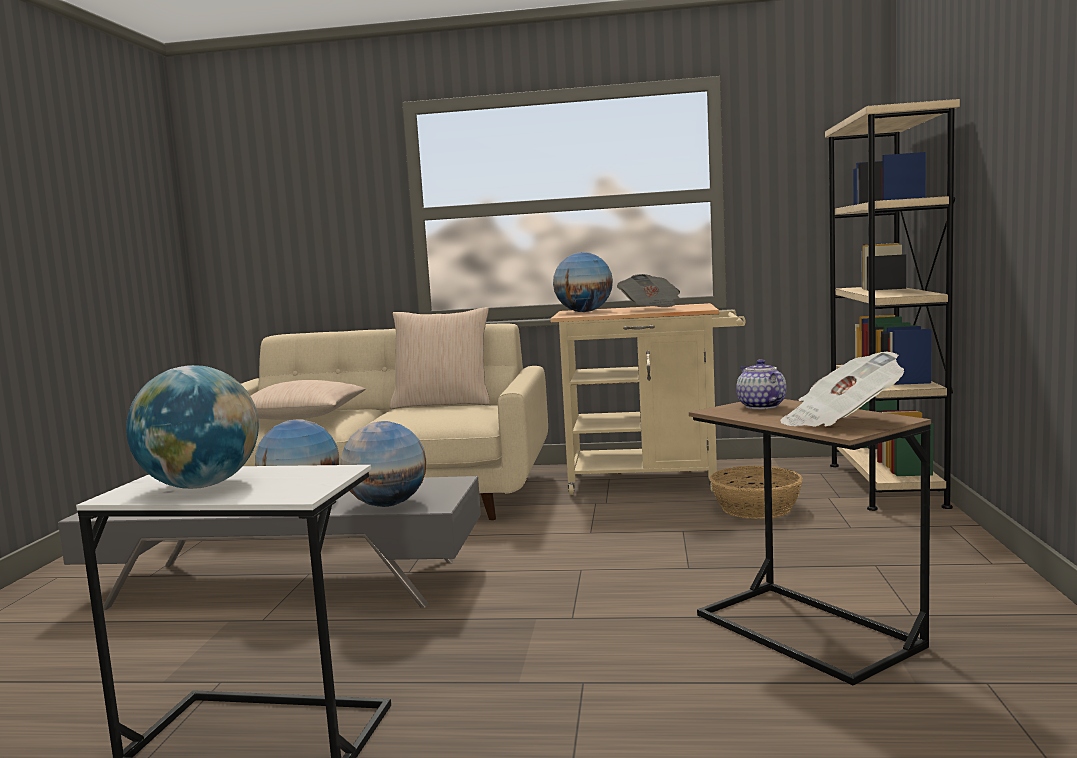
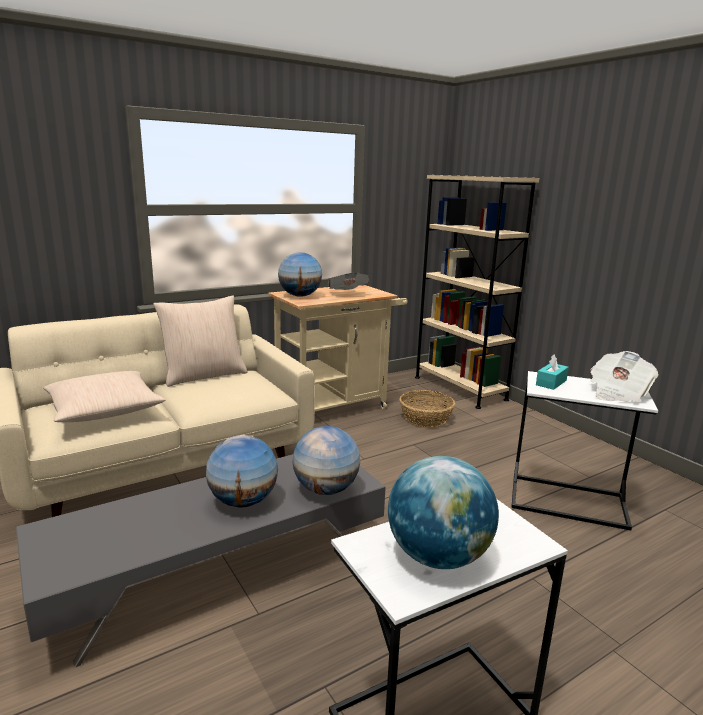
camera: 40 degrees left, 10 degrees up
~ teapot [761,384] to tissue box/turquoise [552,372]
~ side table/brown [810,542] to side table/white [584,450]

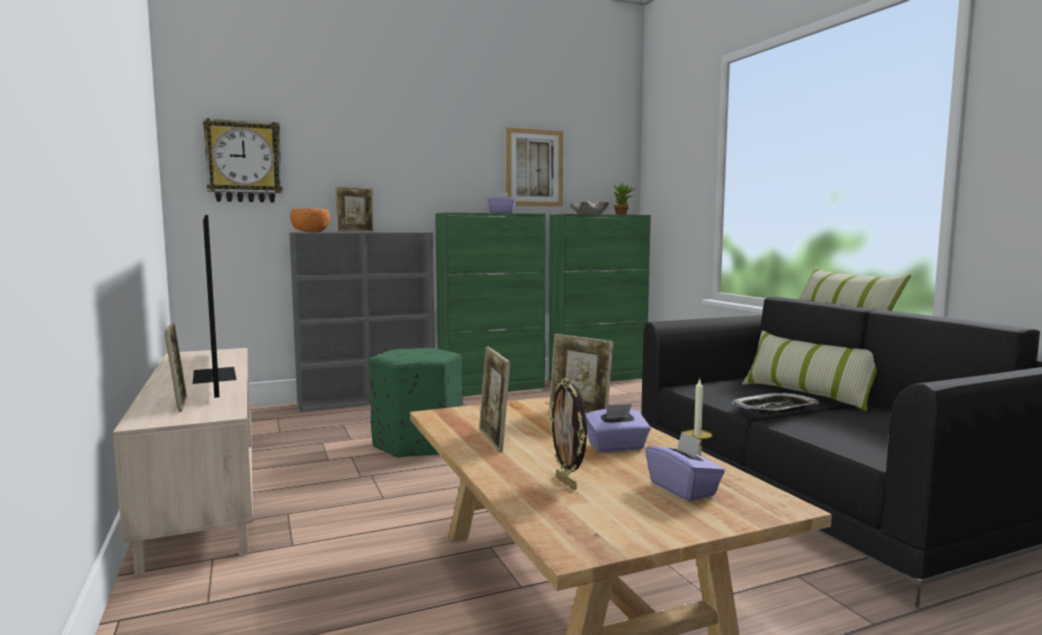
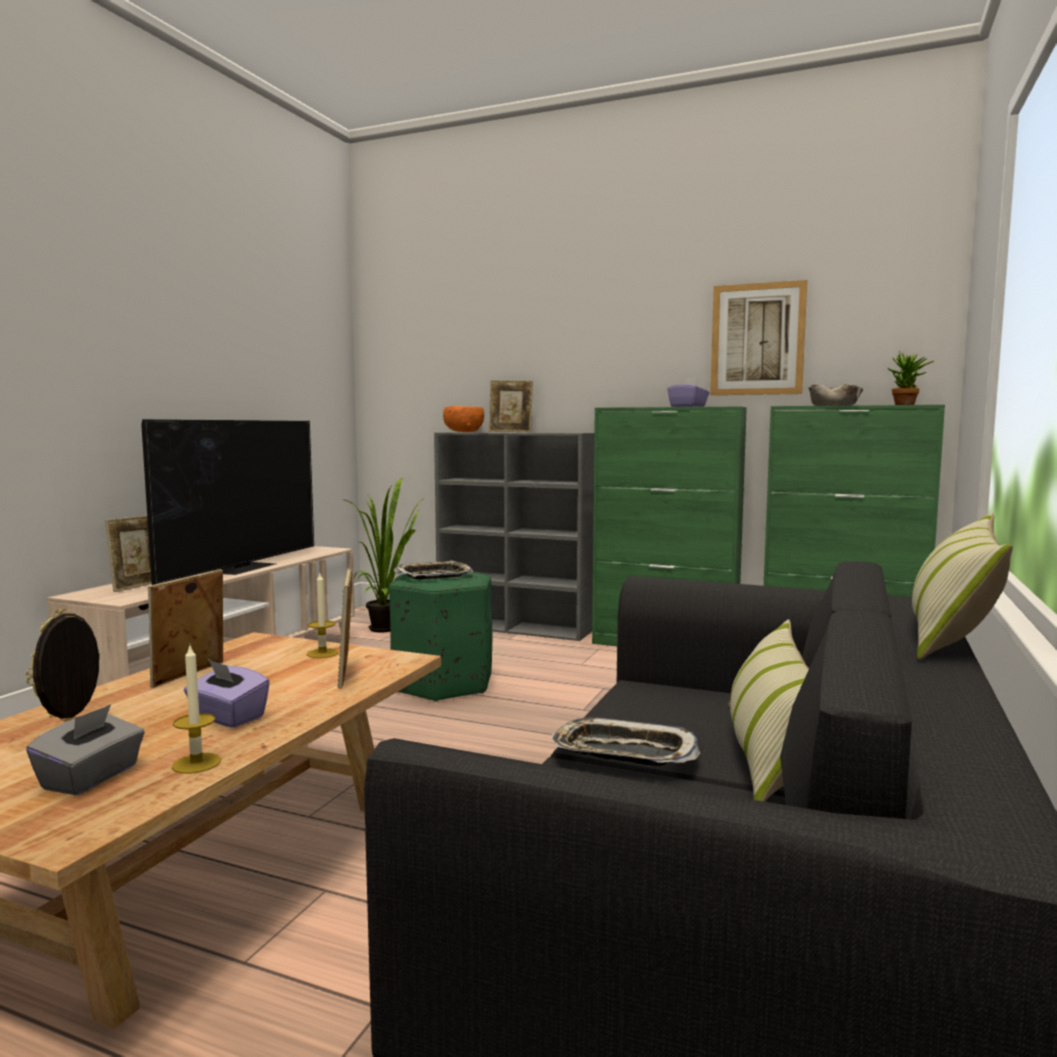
camera: 45 degrees right, 0 degrees up
- wall clock [243,160]
~ tissue box/purple [685,467] to tissue box/grey [85,749]
+ potted plant [383,555]
+ tray [433,570]
+ candle [322,615]

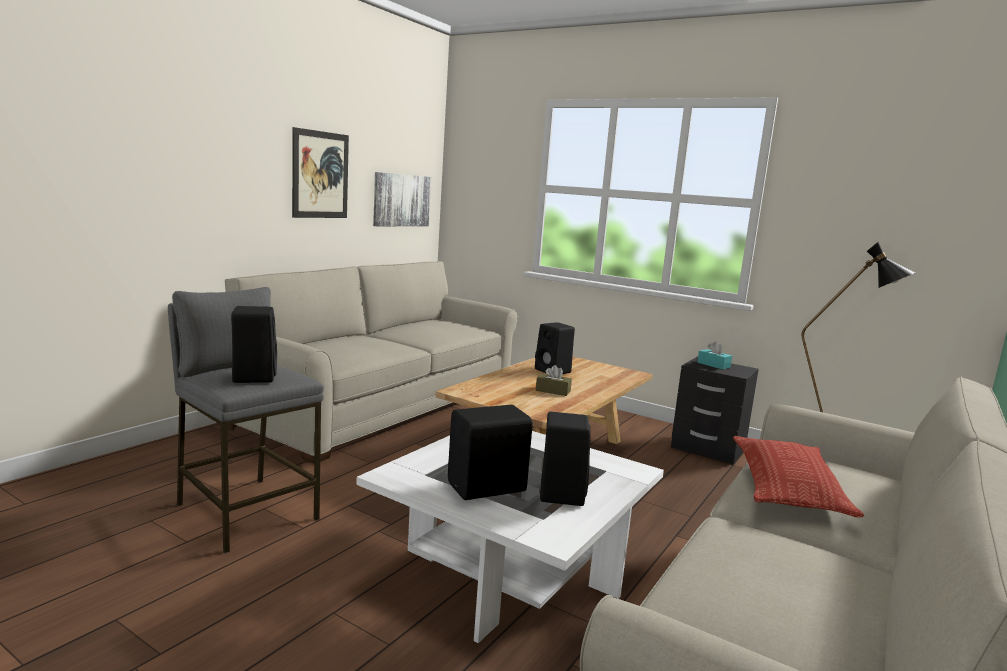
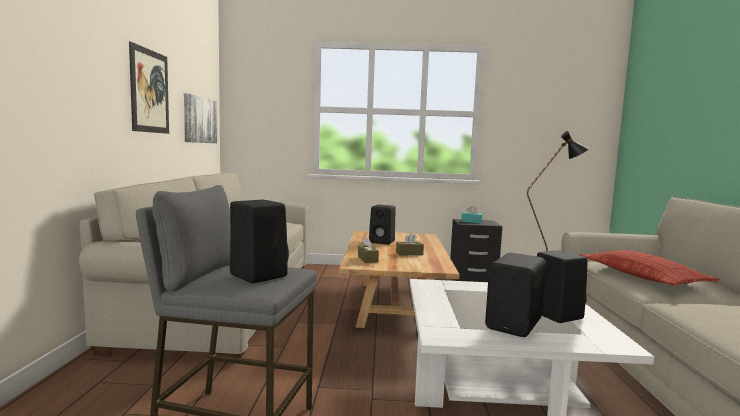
camera: 30 degrees left, 5 degrees down
+ tissue box/brown [368,250]

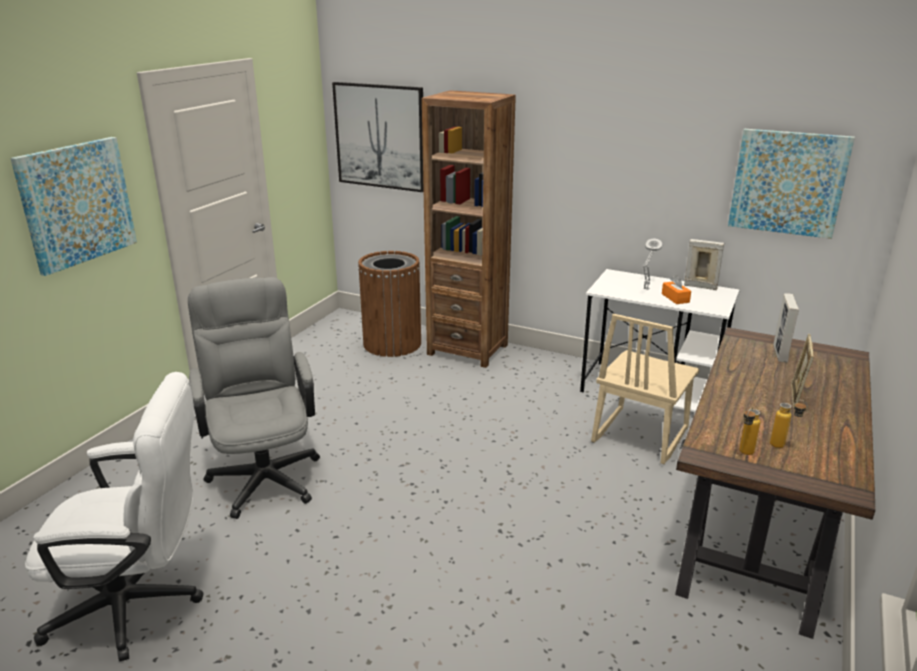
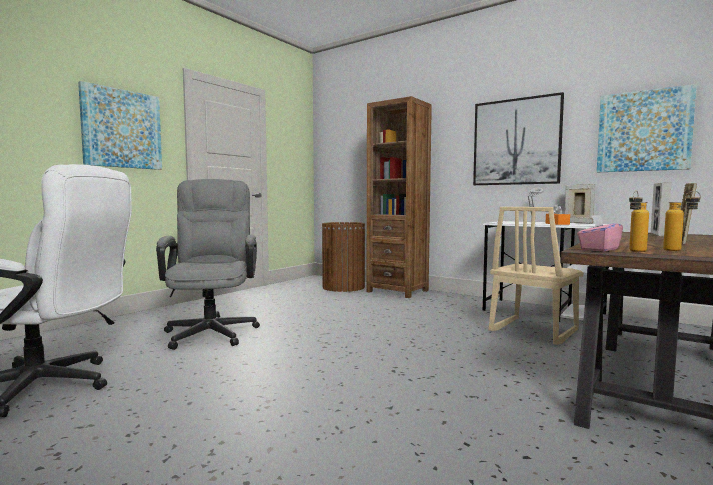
camera: 10 degrees right, 20 degrees down
~ picture [378,137] to [518,138]
+ tissue box/pink [600,233]

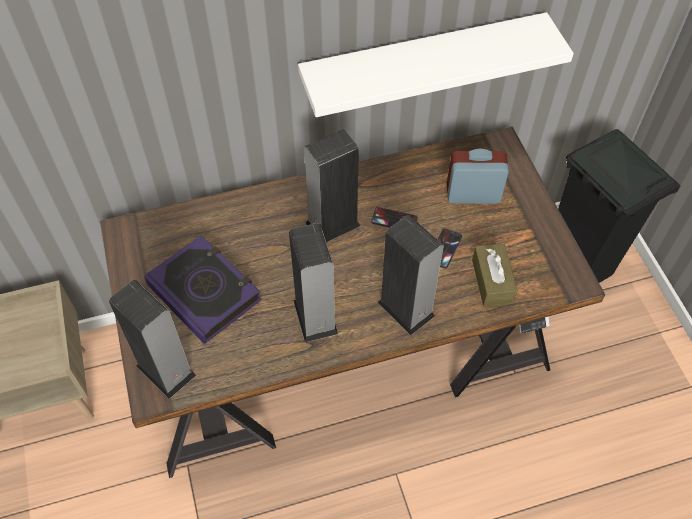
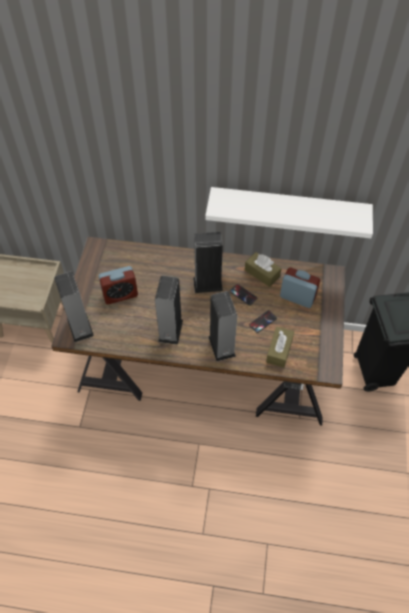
camera: 25 degrees right, 0 degrees up
~ book [203,289] to alarm clock [118,285]
+ tissue box/brown [263,269]

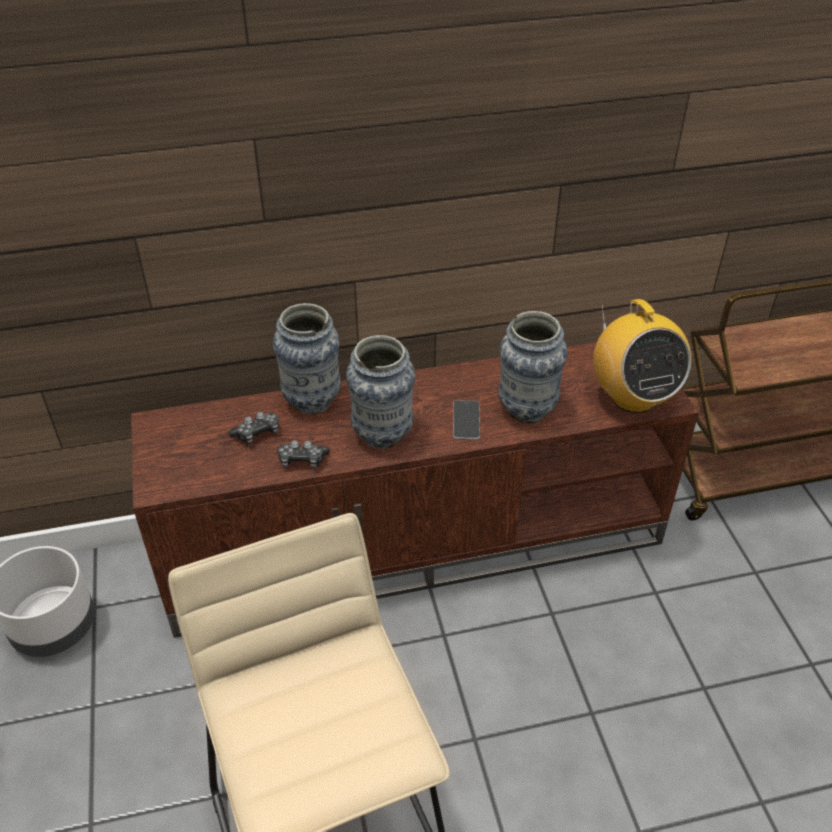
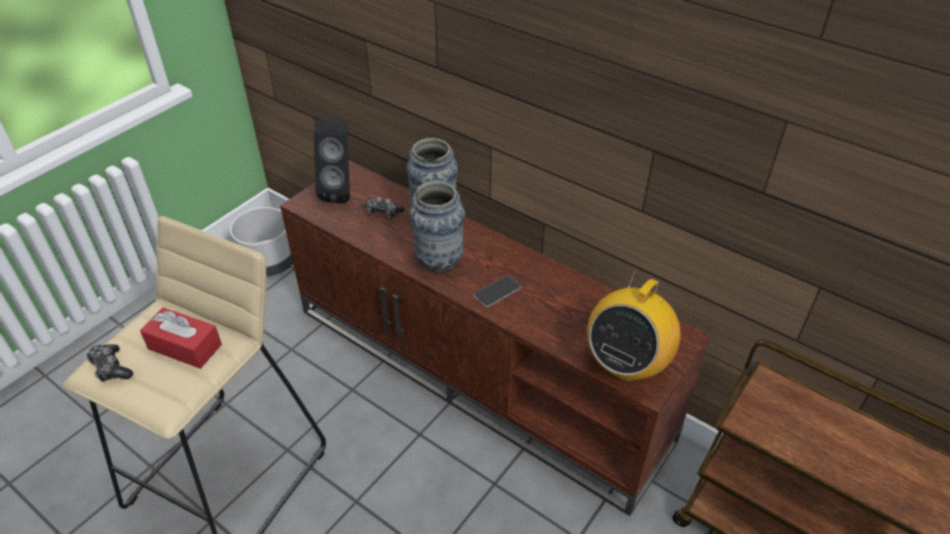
camera: 50 degrees right, 0 degrees up
- vase [532,367]
~ game controller [303,454] to [109,363]
+ speaker/black [332,161]
+ tissue box/red [181,338]

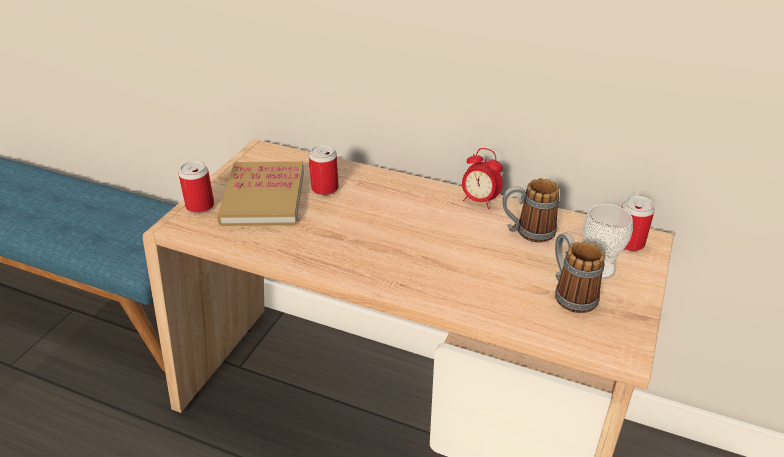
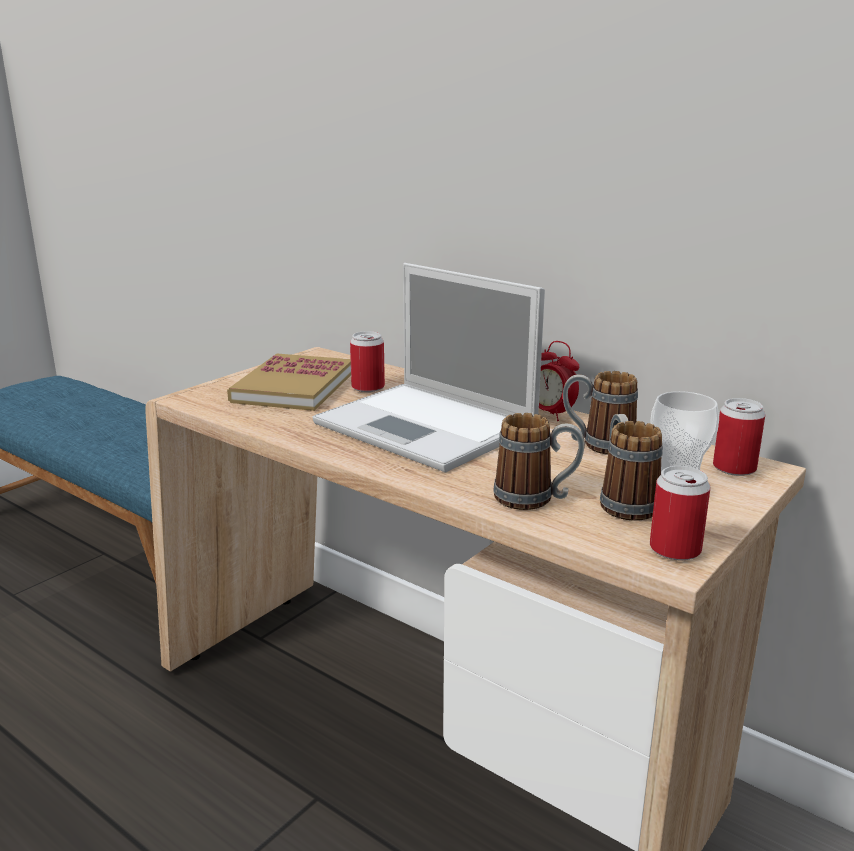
camera: 15 degrees right, 15 degrees down
~ can [196,187] to [680,513]
+ laptop [428,367]
+ mug [539,461]

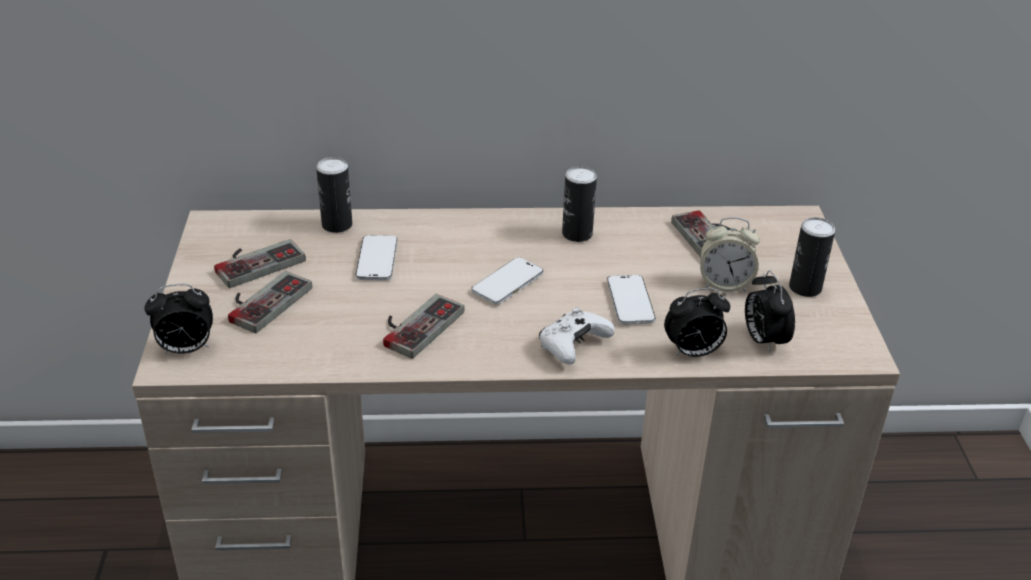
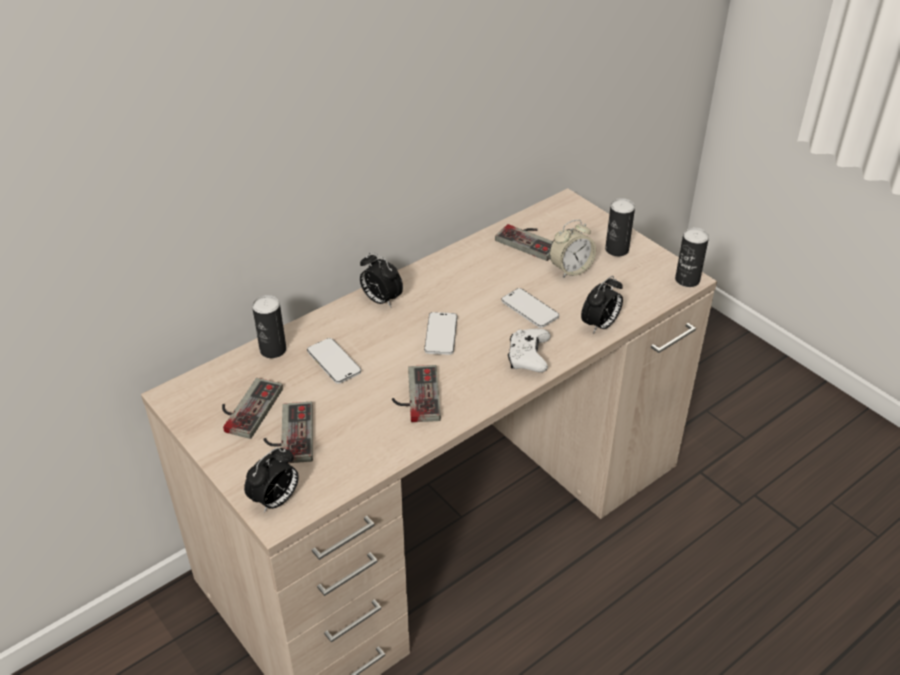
camera: 35 degrees left, 5 degrees up
~ can [579,204] to [692,257]
~ alarm clock [770,311] to [381,280]

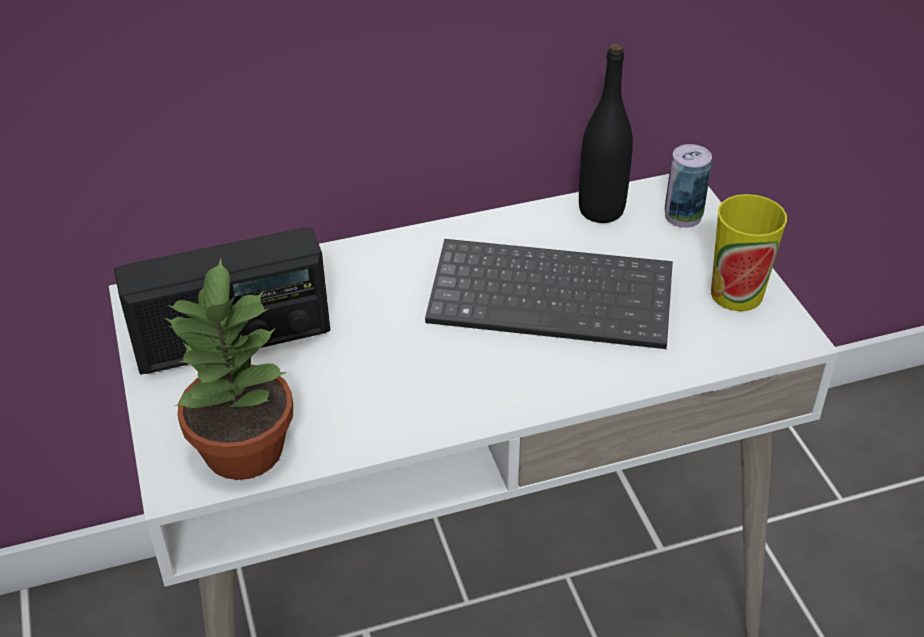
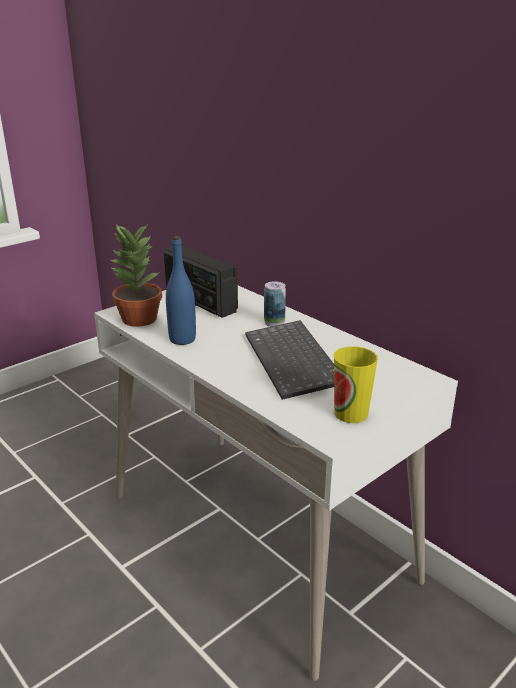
camera: 65 degrees right, 15 degrees down
- bottle/black [606,133]
~ can [688,186] to [275,304]
+ bottle/blue [181,290]

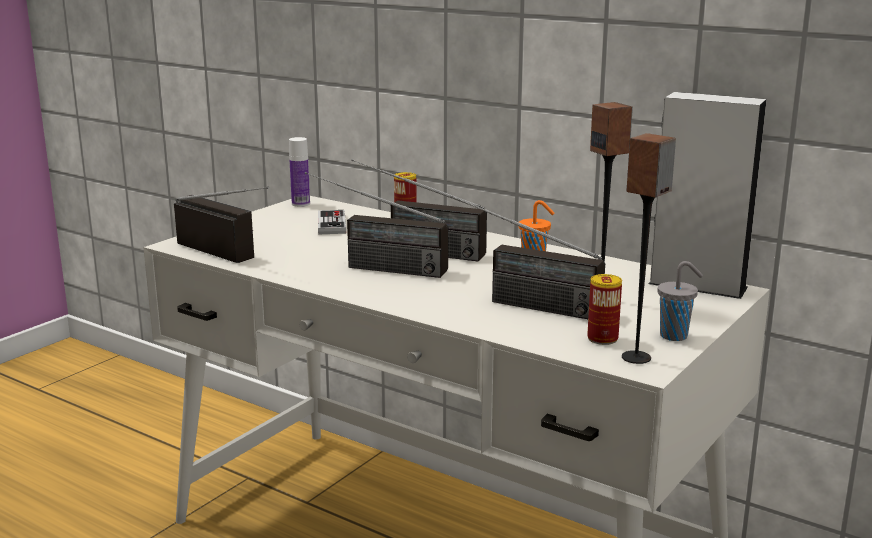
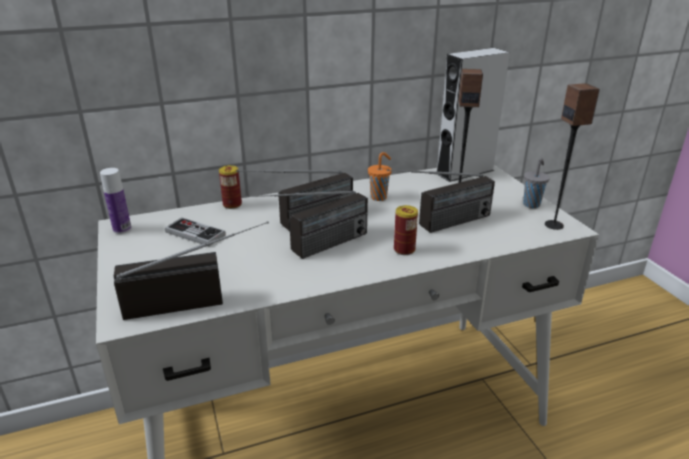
camera: 55 degrees left, 10 degrees up
~ can [604,309] to [406,230]

